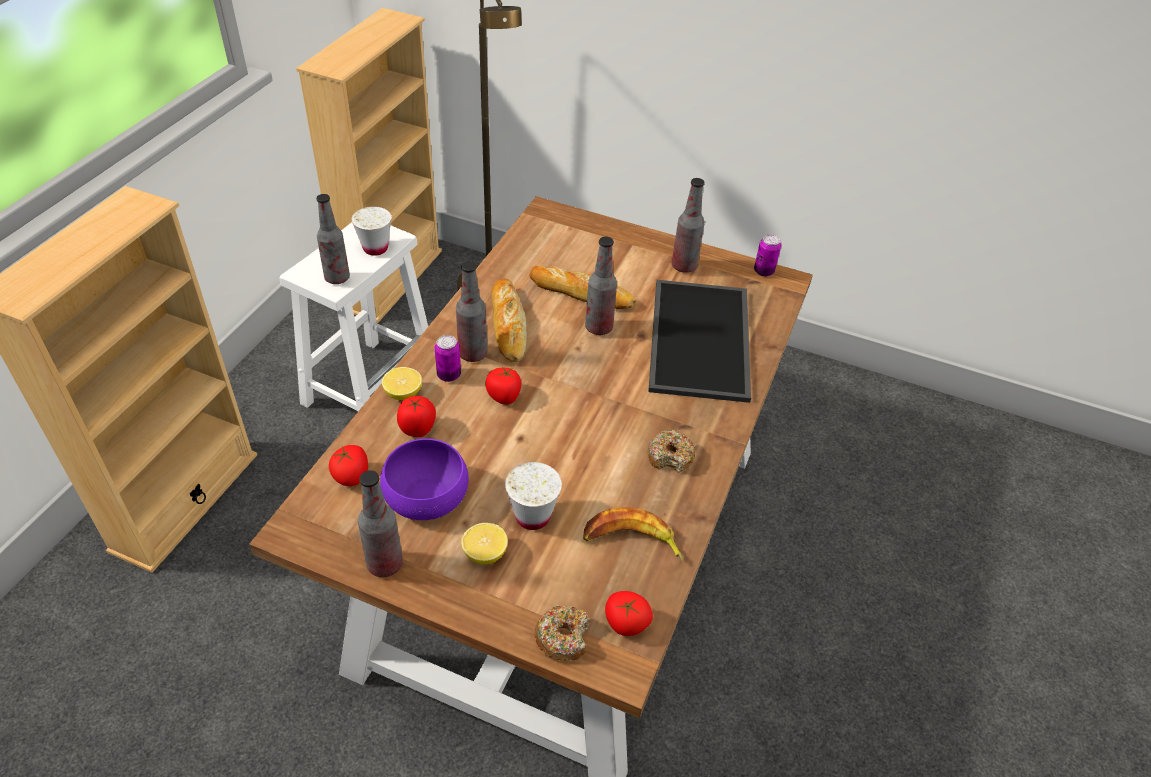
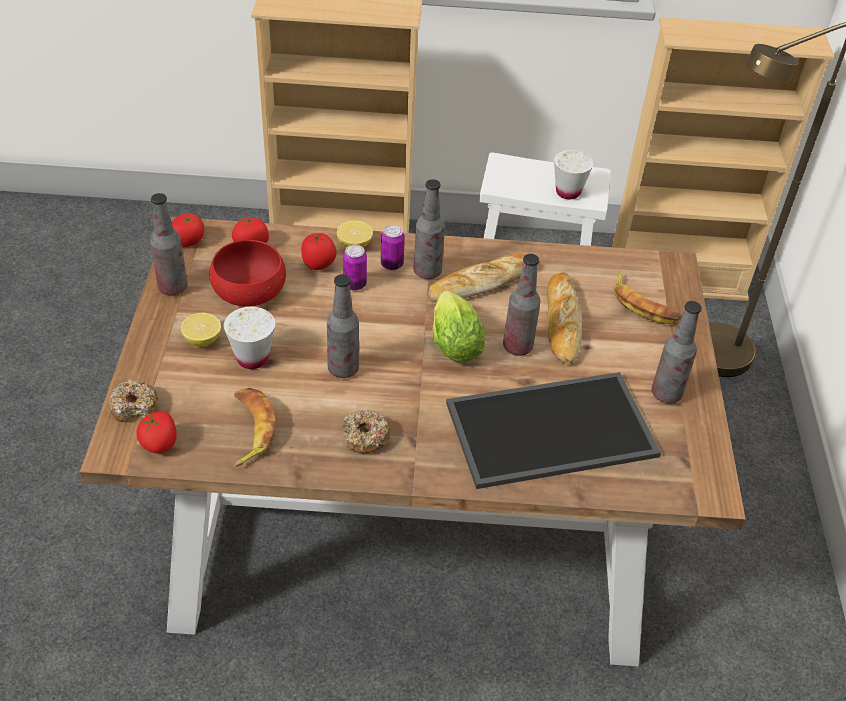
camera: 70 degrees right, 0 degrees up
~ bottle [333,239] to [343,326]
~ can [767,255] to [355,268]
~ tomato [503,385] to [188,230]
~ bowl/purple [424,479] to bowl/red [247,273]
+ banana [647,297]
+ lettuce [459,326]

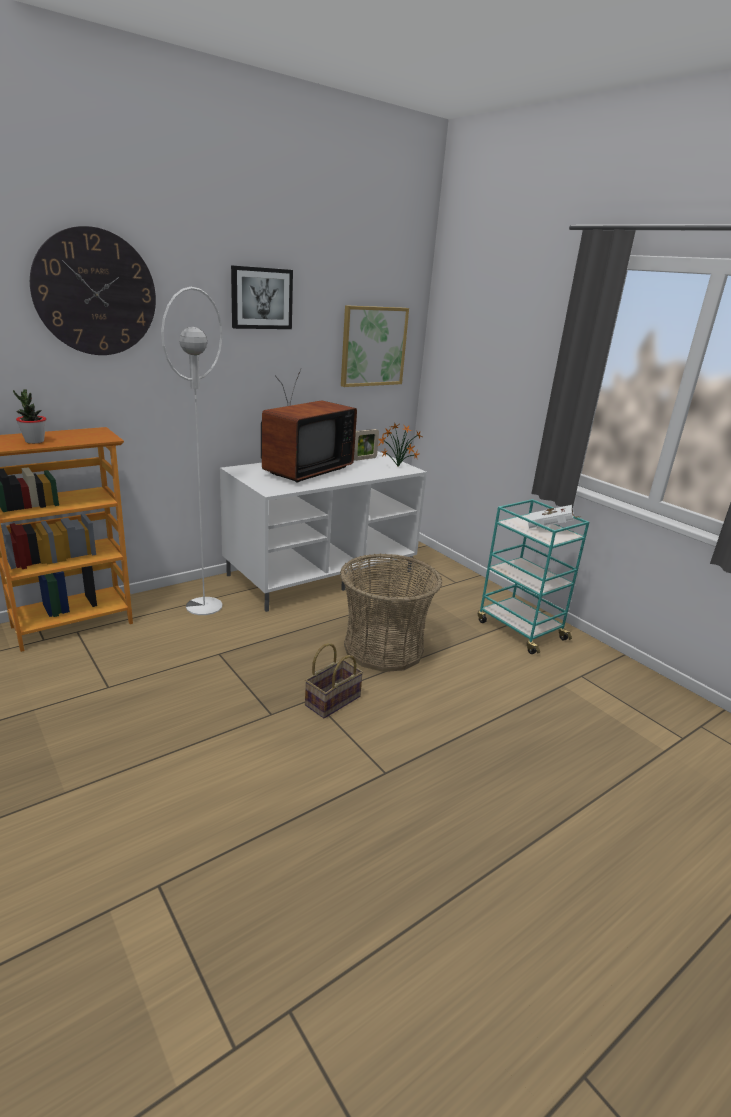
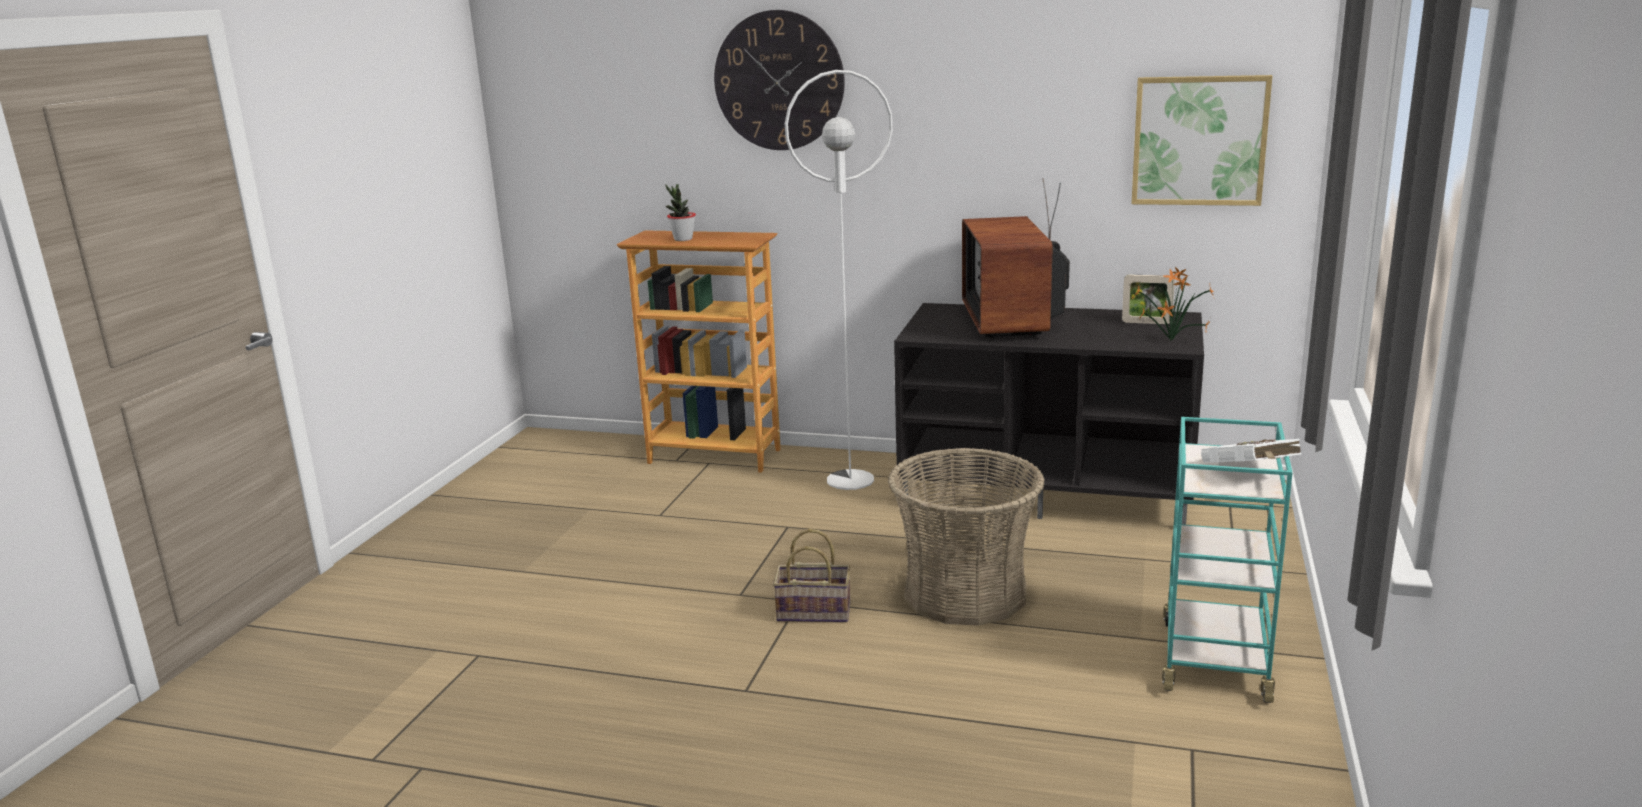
camera: 55 degrees right, 5 degrees down
- picture [262,297]
~ television [309,426] = [1016,258] 90 degrees clockwise
~ tv stand/white [323,531] to tv stand/black [1049,414]

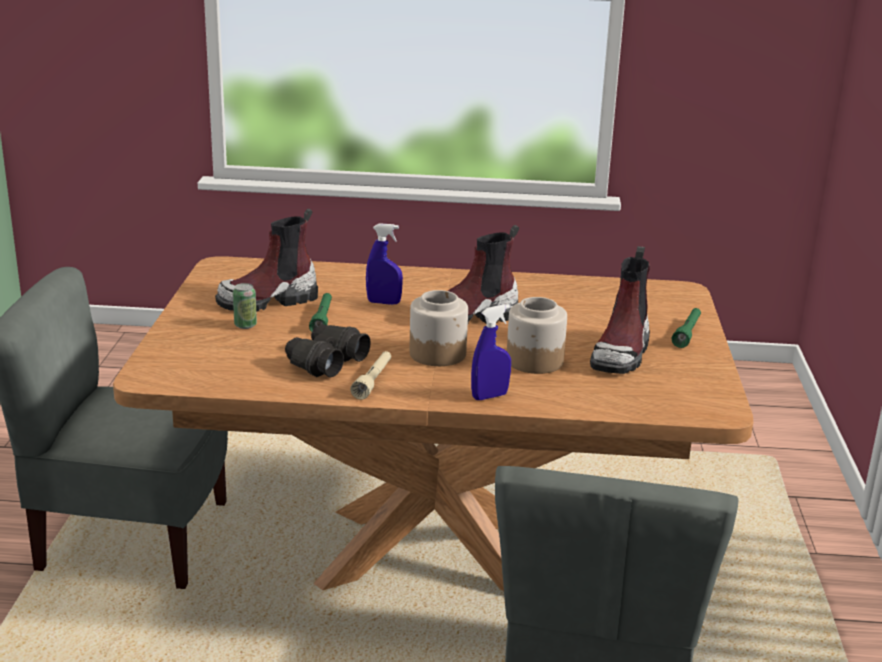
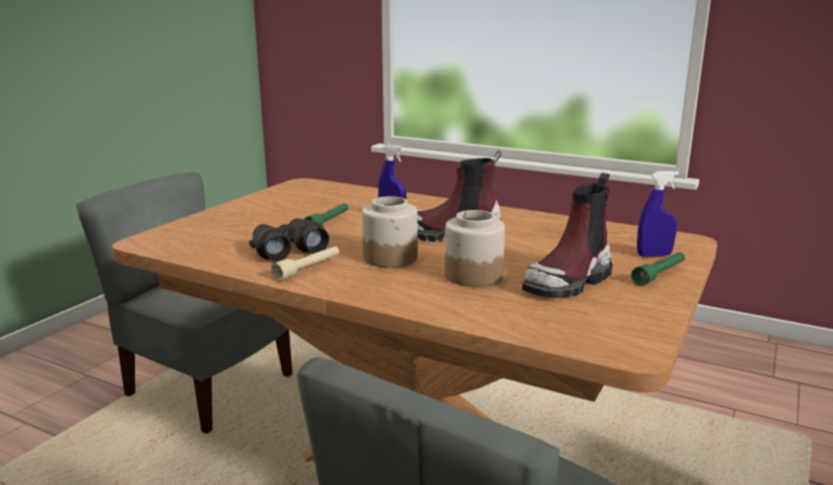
camera: 25 degrees right, 5 degrees down
- boot [266,260]
- can [245,306]
~ spray bottle/blue [491,352] to [658,214]

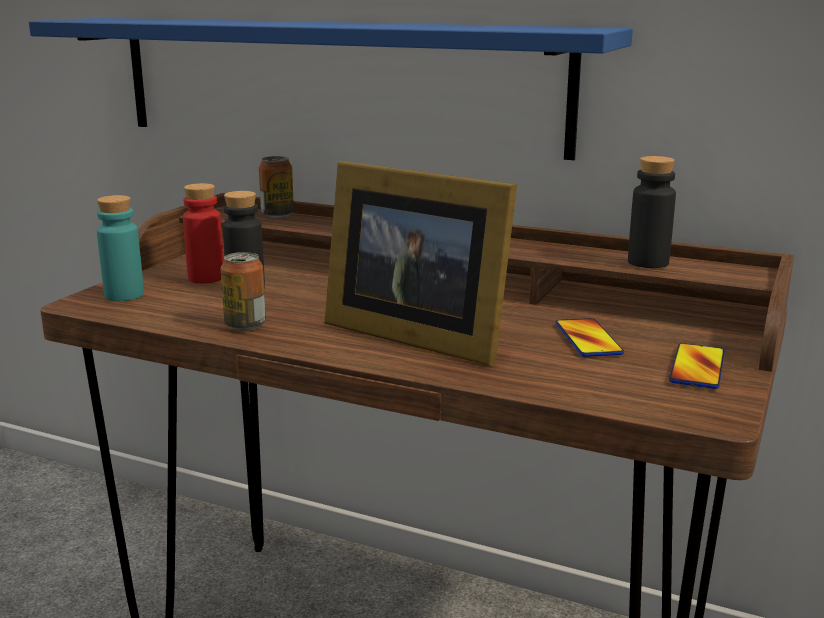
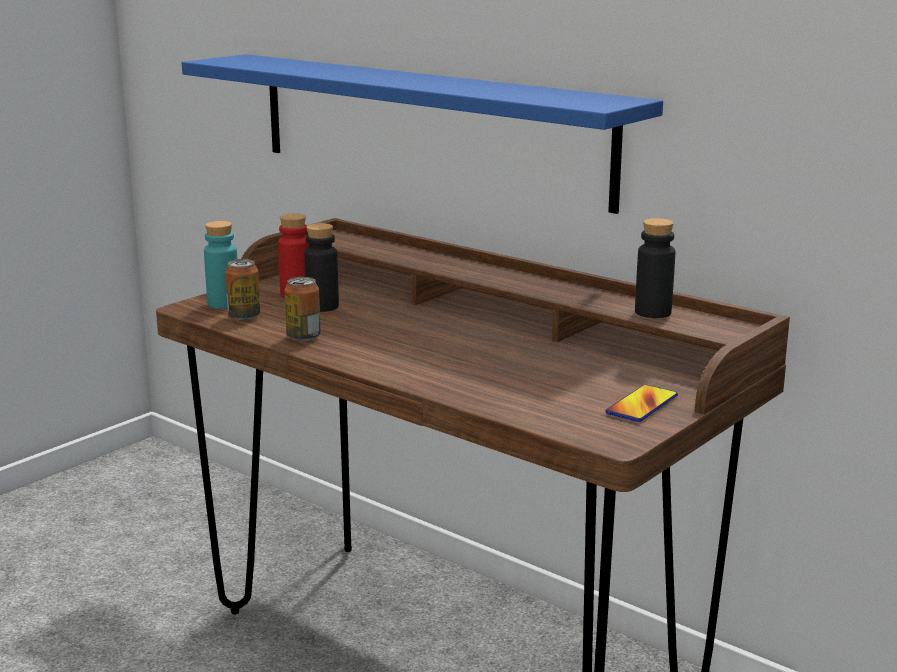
camera: 15 degrees right, 0 degrees up
~ can [276,187] to [242,289]
- picture frame [420,263]
- phone [590,337]

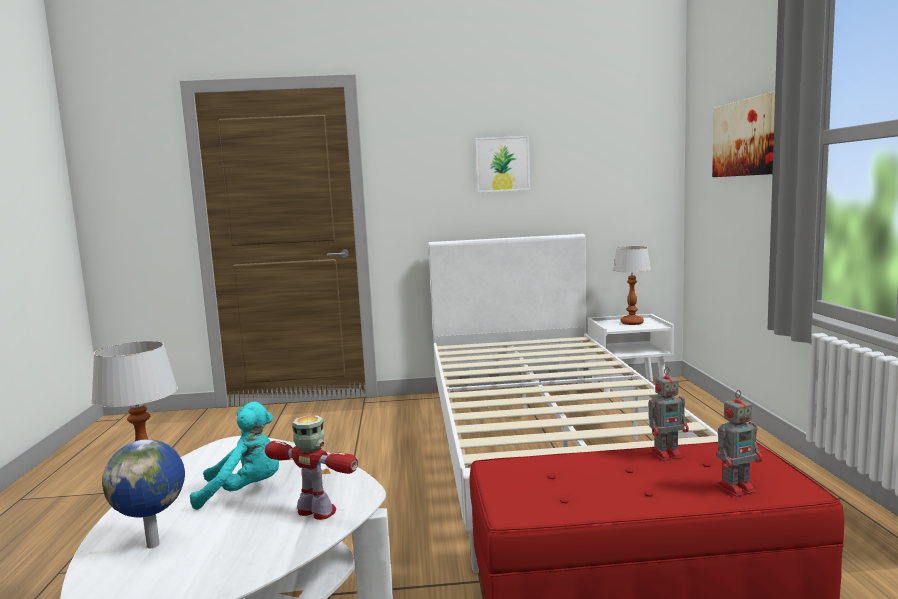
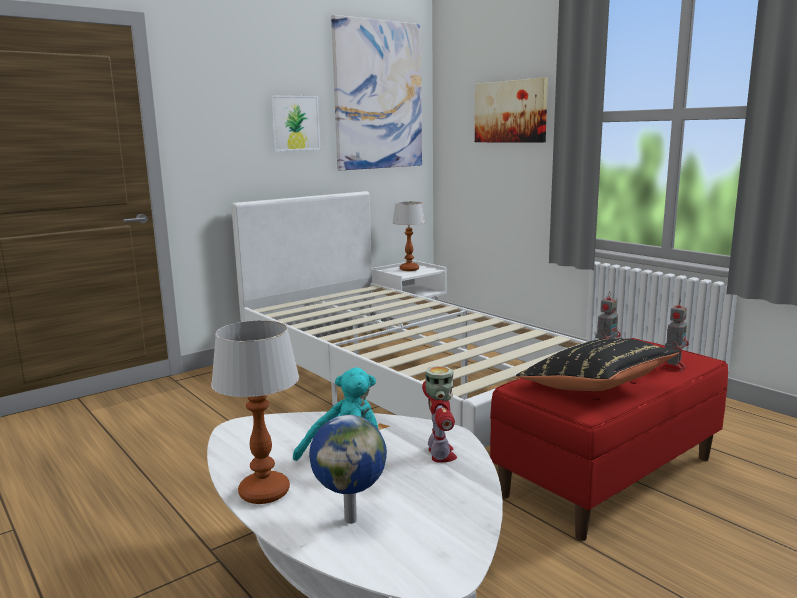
camera: 35 degrees left, 5 degrees up
~ toy robot [311,467] = [439,414] 90 degrees clockwise
+ picture [376,93]
+ pillow/black [598,364]

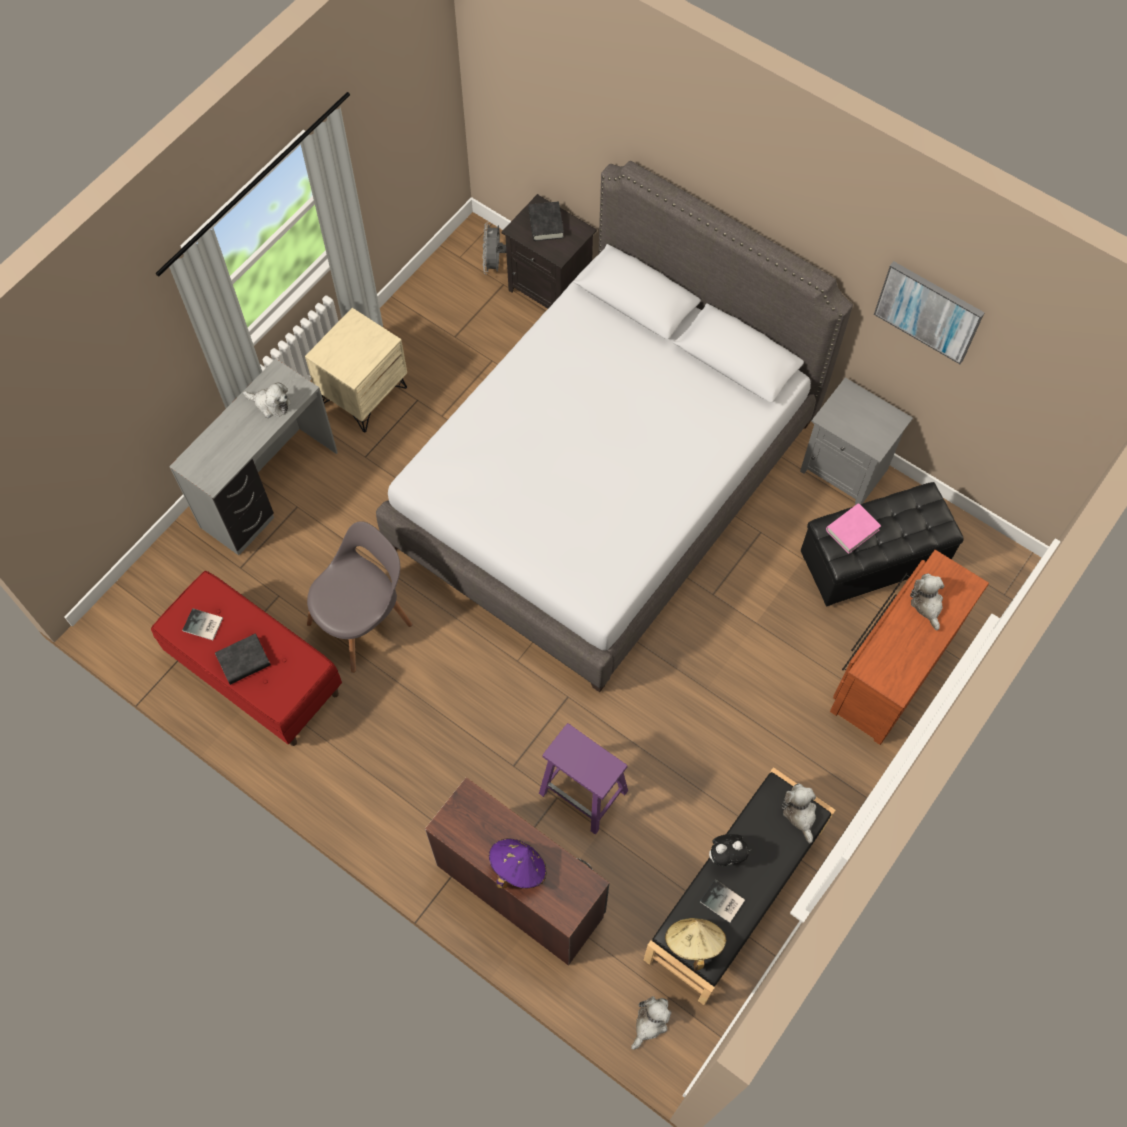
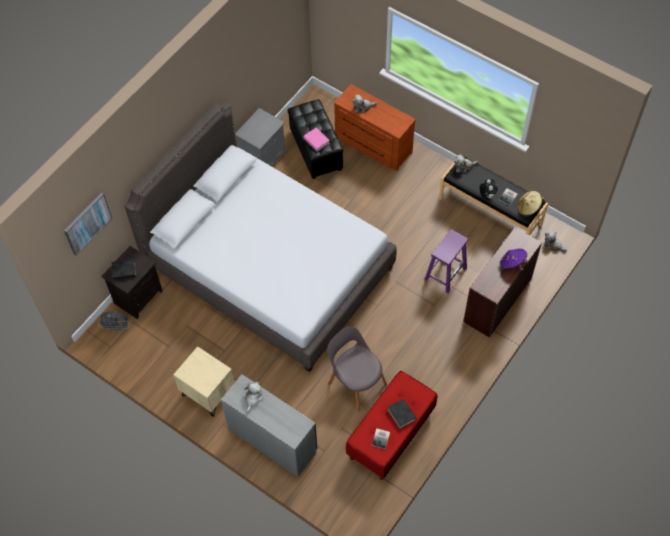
camera: 90 degrees left, 5 degrees down
~ picture [929,312] to [88,224]

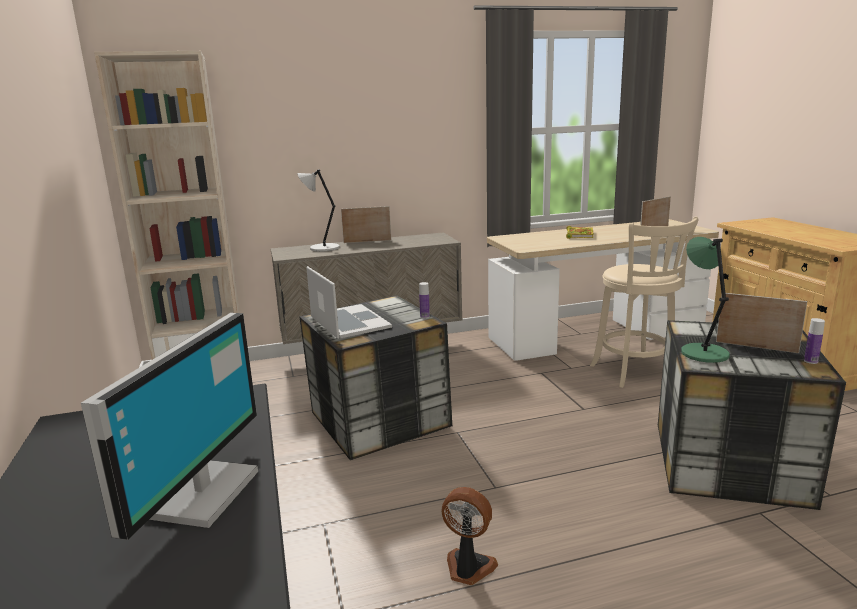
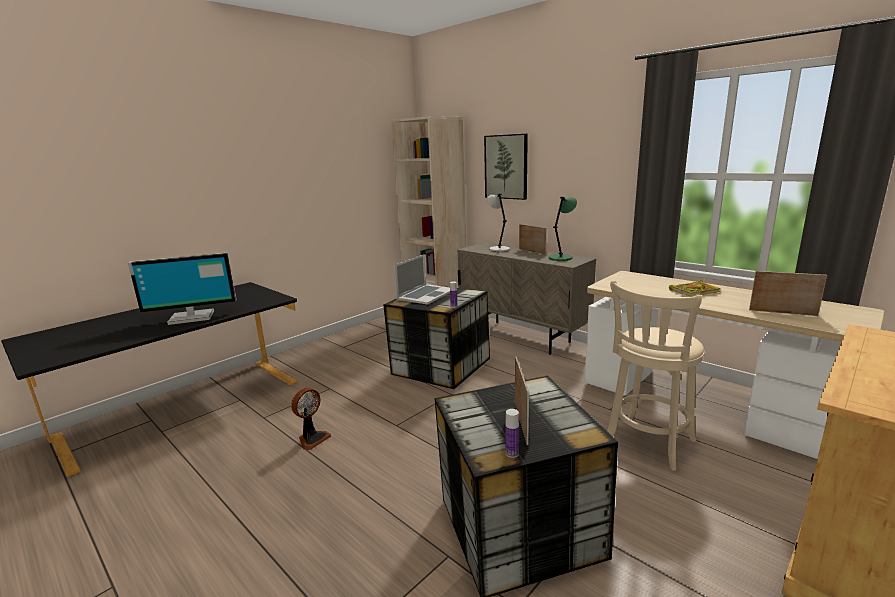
camera: 60 degrees right, 0 degrees up
~ table lamp/green [705,300] to [563,229]
~ fan [469,536] = [311,418] 45 degrees clockwise
+ picture [506,167]

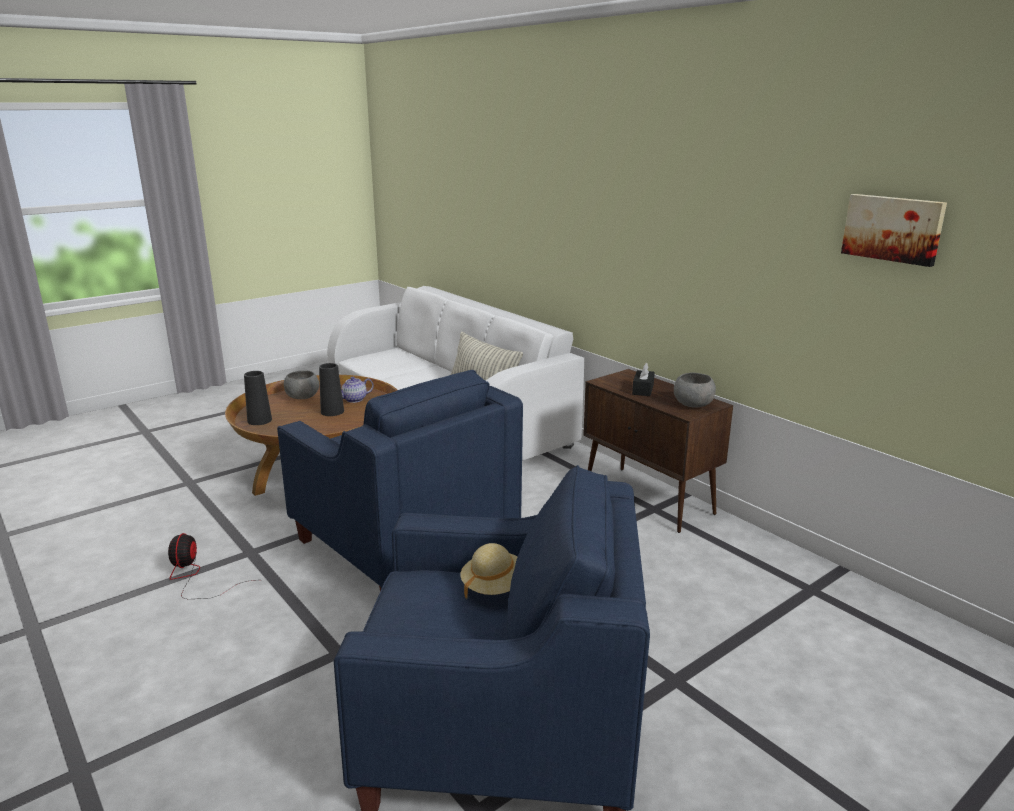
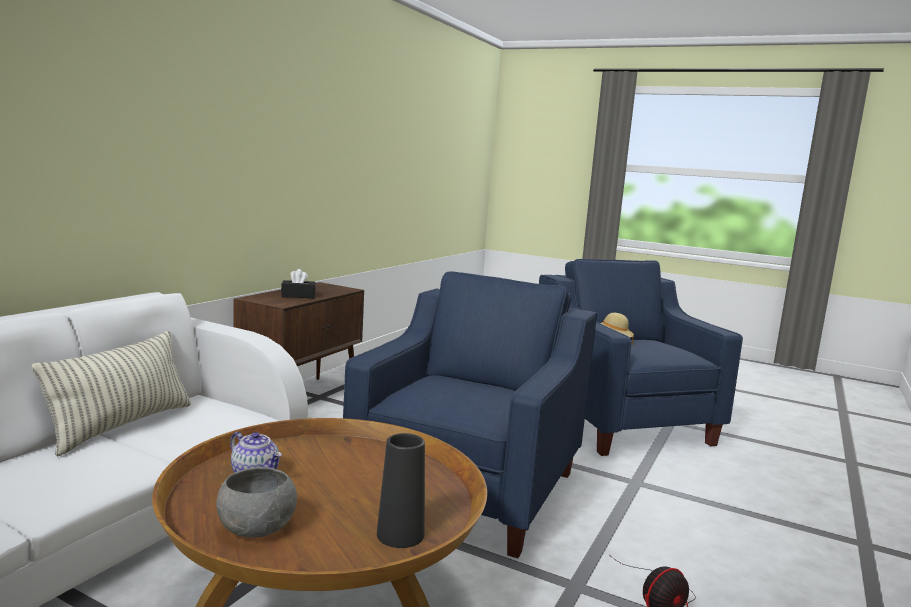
camera: 115 degrees left, 10 degrees down
- picture [894,230]
- vase/black [331,389]
- bowl/grey [695,390]

